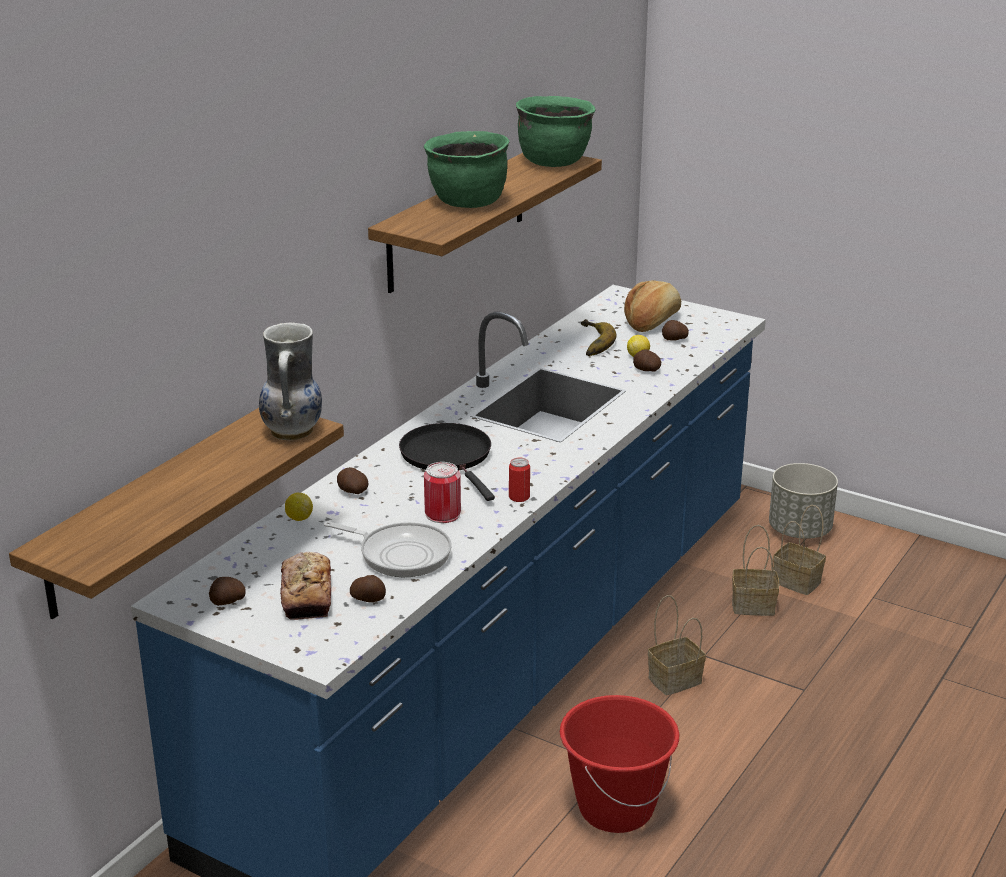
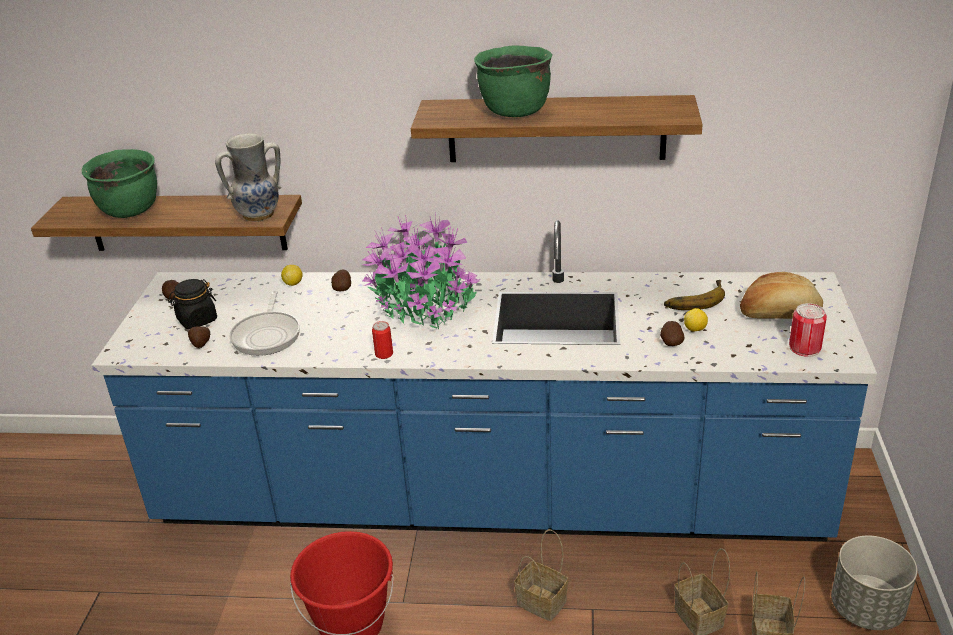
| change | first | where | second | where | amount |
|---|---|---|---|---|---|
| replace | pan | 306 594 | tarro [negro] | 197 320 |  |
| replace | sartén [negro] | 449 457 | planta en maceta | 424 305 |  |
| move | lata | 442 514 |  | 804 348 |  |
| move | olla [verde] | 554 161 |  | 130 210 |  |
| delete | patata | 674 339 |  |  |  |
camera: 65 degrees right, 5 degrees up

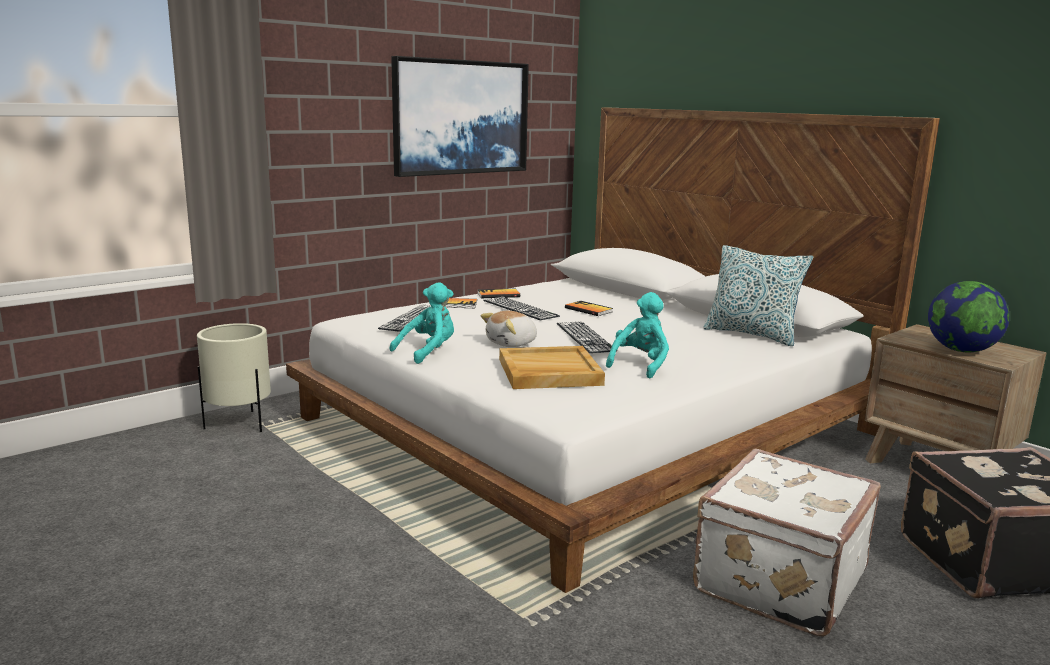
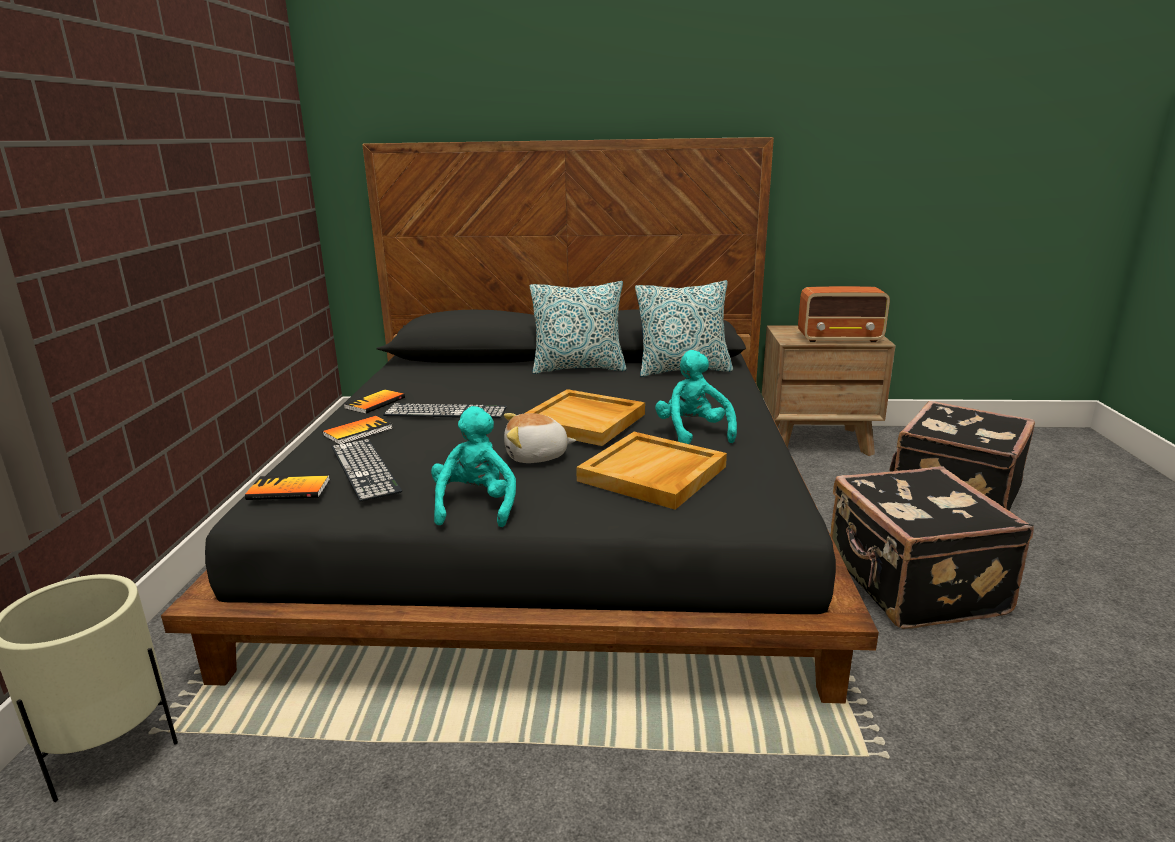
| change | first | where | second | where | amount |
|---|---|---|---|---|---|
| recolor | cama [blanco] | 587 425 | cama [negro] | 553 519 |  |
| delete | cuadro | 461 117 |  |  |  |
| rotate | peluche | 512 343 |  | 536 456 | 75 degrees clockwise |
| replace | teclado | 585 337 | bandeja [beis] | 584 421 |  |
| move | libro | 588 310 |  | 289 489 |  |
| recolor | maleta [blanco] | 776 580 | maleta [negro] | 911 585 |  |
| replace | globo terráqueo | 961 350 | radio | 840 339 |  |
| insert |  |  | cojín | 578 368 |  |
camera: 45 degrees left, 5 degrees up

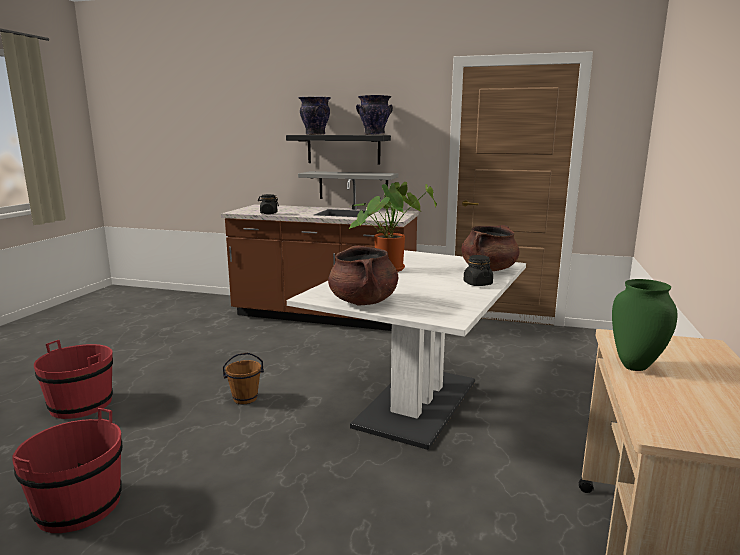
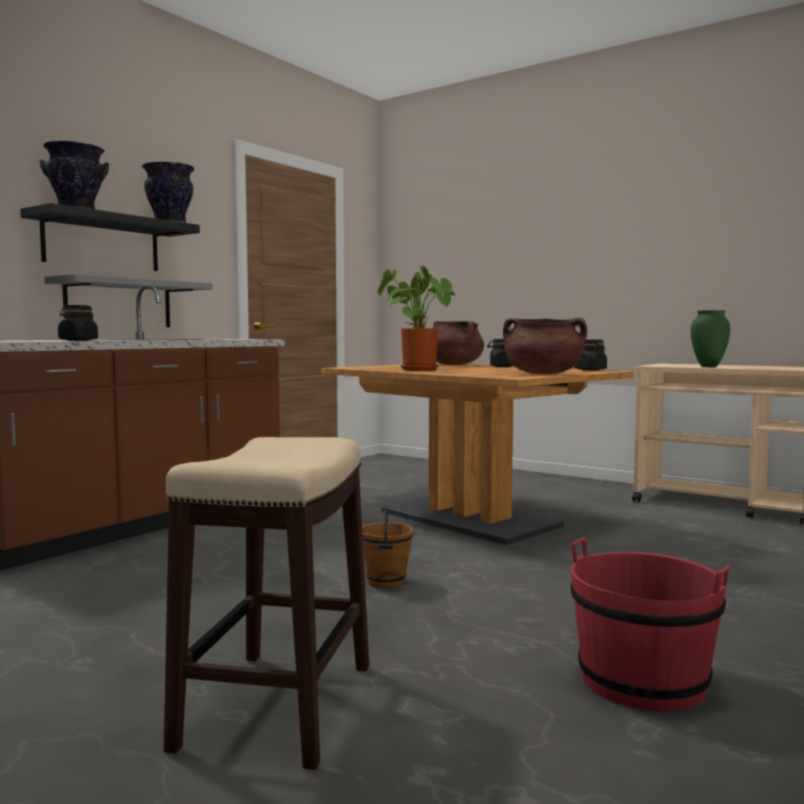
| change | first | where | second | where | amount |
|---|---|---|---|---|---|
| replace | cubo [rojo] | 81 404 | taburete | 278 704 |  |
| recolor | mesa de comedor [blanco] | 417 403 | mesa de comedor [marrón] | 469 519 |  |
| insert |  |  | tarro [negro] | 590 370 |  |
camera: 70 degrees left, 10 degrees down

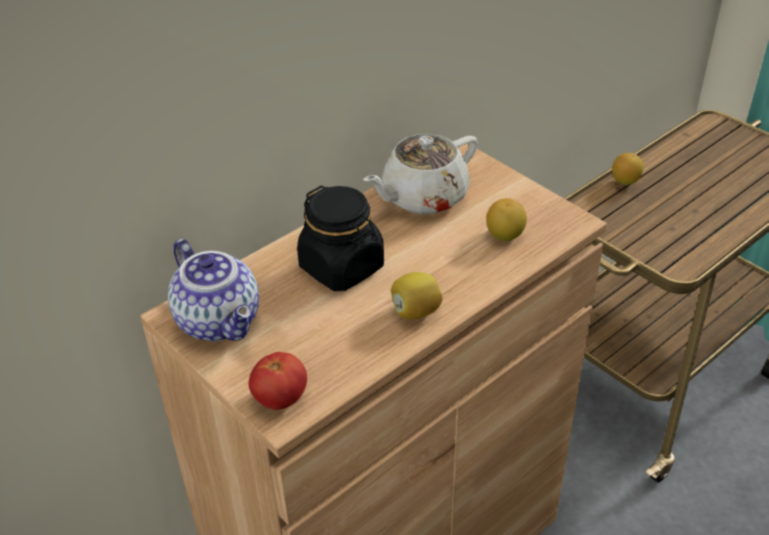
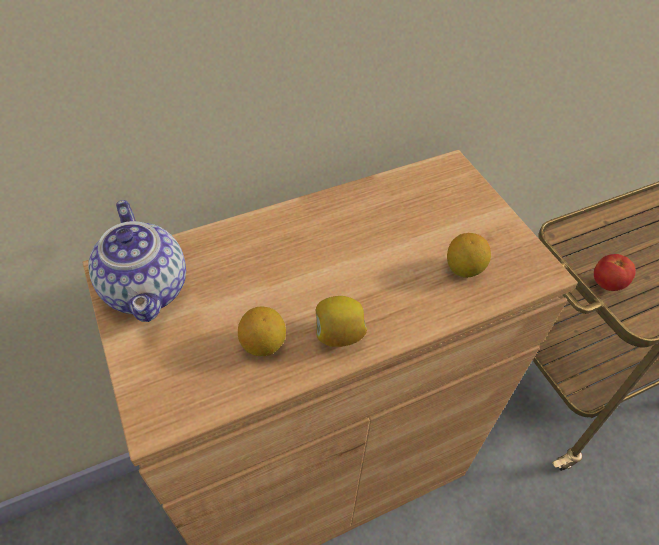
| change | first | where | second | where | amount |
|---|---|---|---|---|---|
| move | tomate | 280 398 |  | 606 283 |  |
| delete | tarro [negro] | 342 267 |  |  |  |
| delete | tetera [beis] | 423 197 |  |  |  |
| move | limón | 625 181 |  | 263 344 |  |
camera: 15 degrees right, 10 degrees up

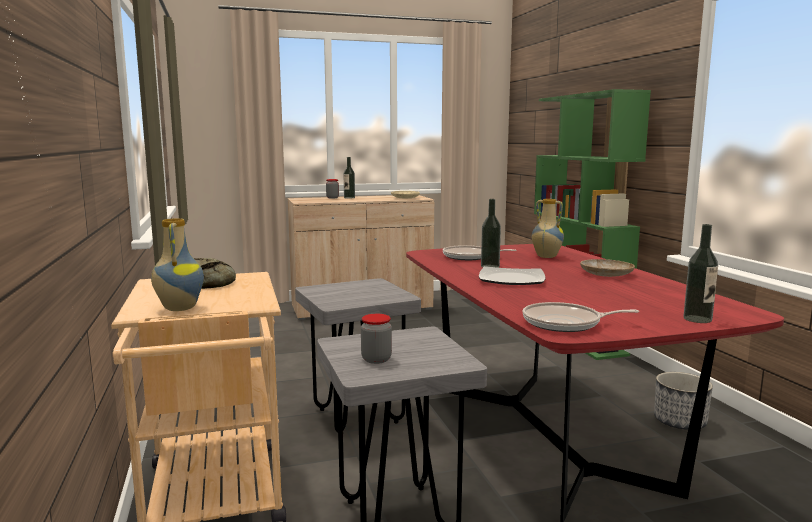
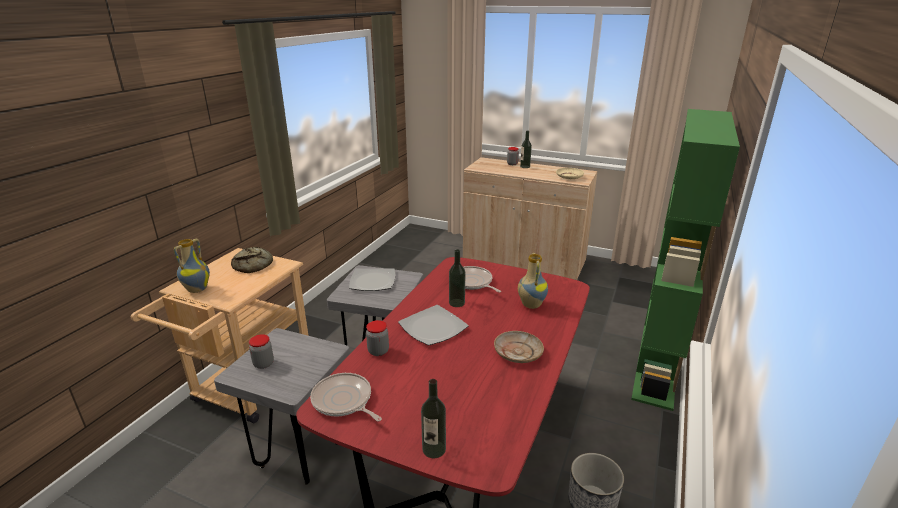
| change | first | where | second | where | amount |
|---|---|---|---|---|---|
| insert |  |  | plato | 372 281 |  |
| insert |  |  | tarro | 378 351 |  |
camera: 40 degrees right, 15 degrees up

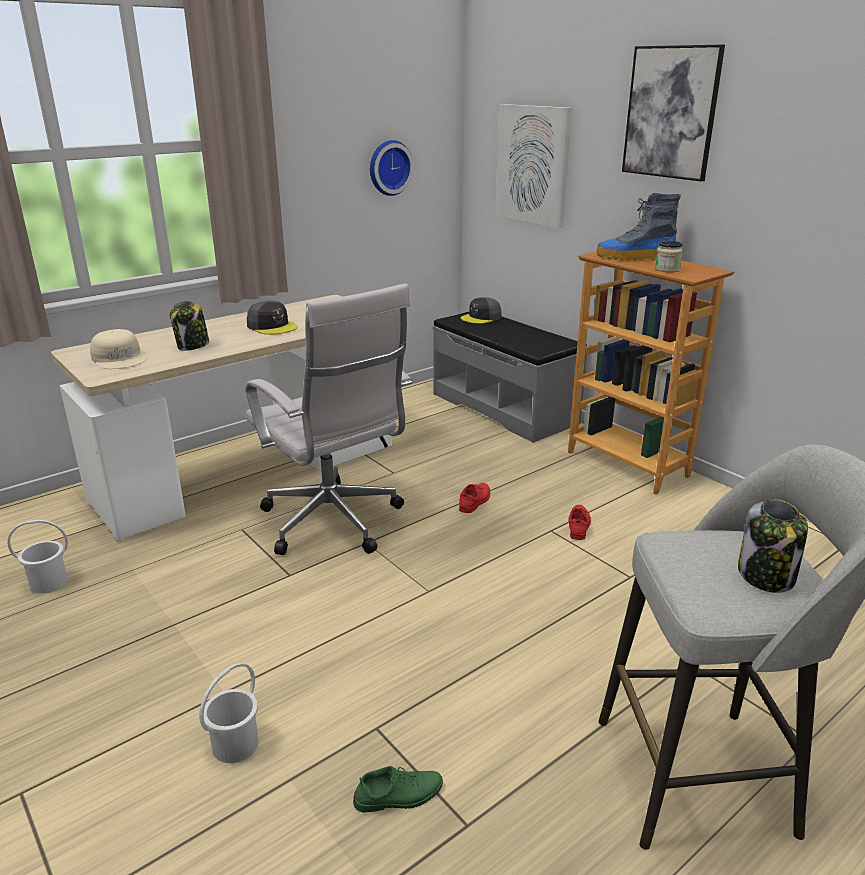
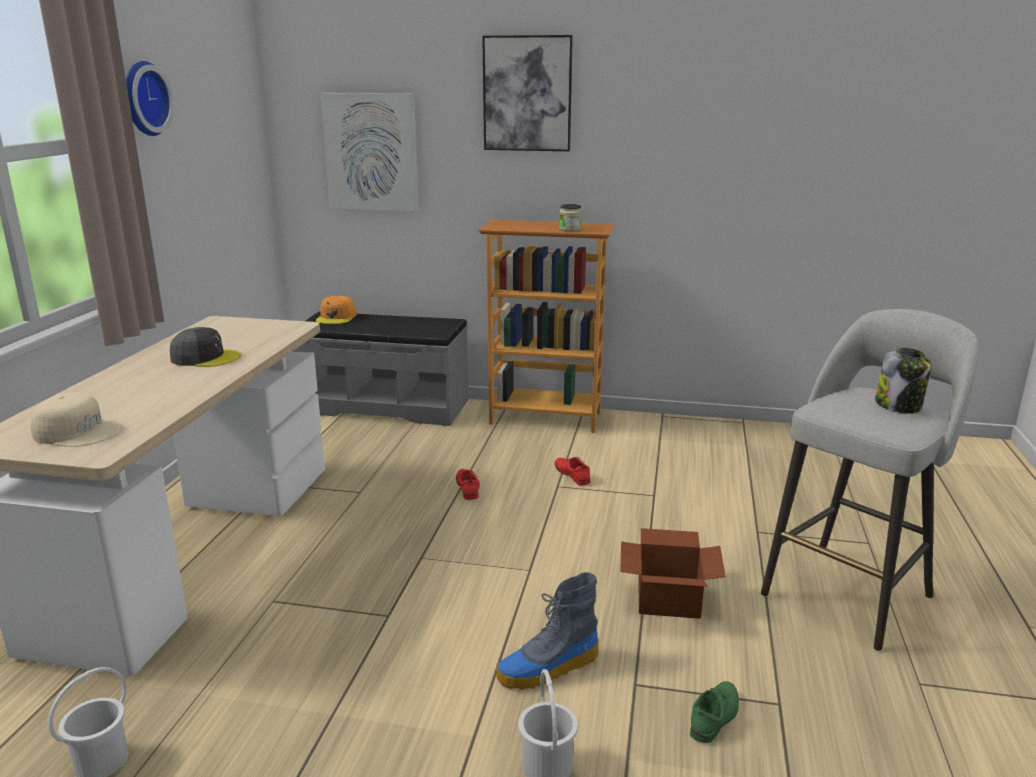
| change | first | where | second | where | amount |
|---|---|---|---|---|---|
| delete | tarro | 193 346 |  |  |  |
| delete | silla de oficina [blanco] | 335 524 |  |  |  |
| move | reloj de pared | 389 167 |  | 142 98 |  |
| recolor | gorra [gris] | 481 317 | gorra [naranja] | 336 317 |  |
| move | bota | 634 258 |  | 548 668 |  |
| insert |  |  | caja de cartón | 669 597 |  |
camera: 40 degrees left, 5 degrees down

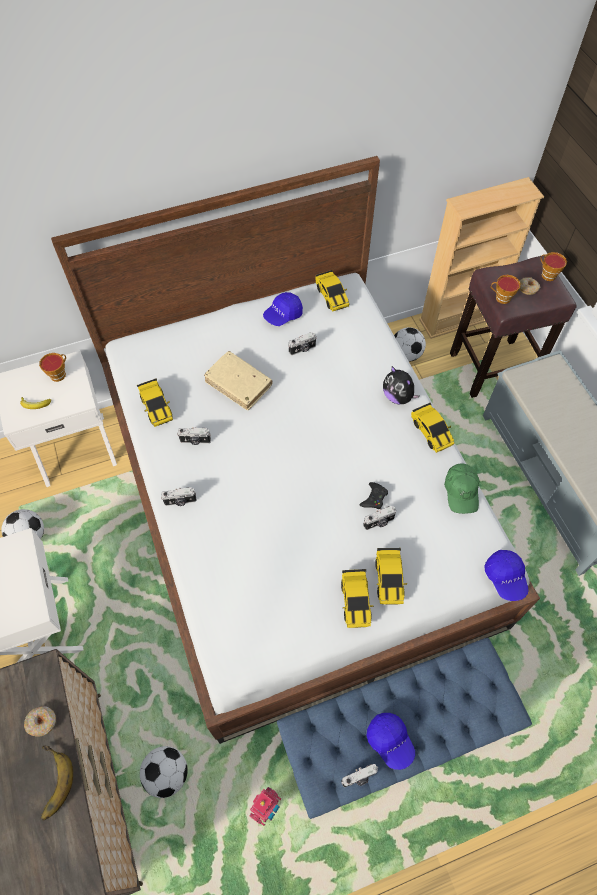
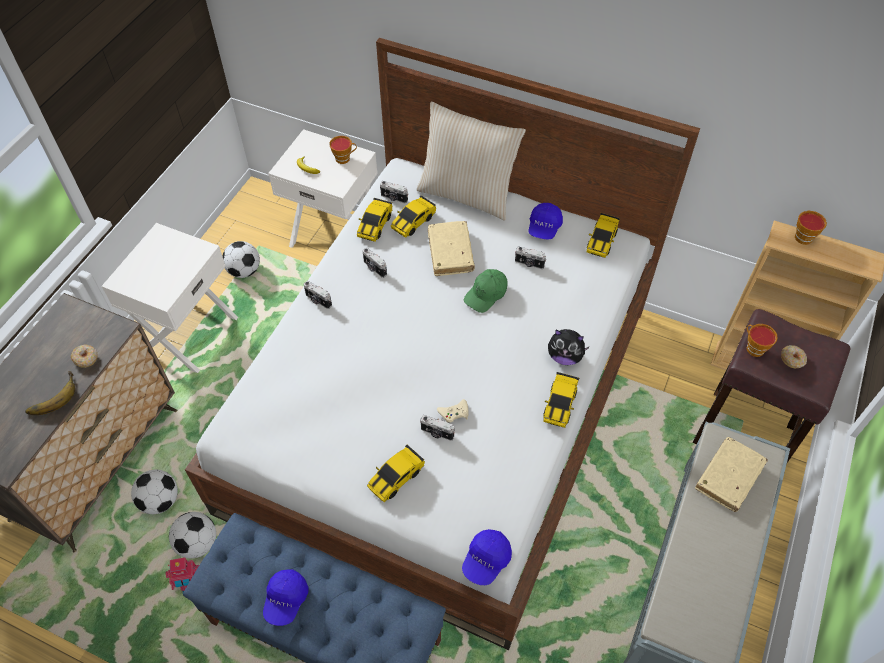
| change | first | where | second | where | amount |
|---|---|---|---|---|---|
| rotate | gorra [azul] | 283 315 |  | 544 228 | 75 degrees counterclockwise |
| move | coche de juguete | 355 601 |  | 413 222 |  |
| move | cámara | 359 778 |  | 394 198 |  |
| recolor | mando de consola [negro] | 374 498 | mando de consola [beis] | 454 413 |  |
| rotate | peluche | 398 396 |  | 565 356 | 75 degrees counterclockwise |
| move | balón de fútbol | 406 355 |  | 197 543 |  |
| move | gorra [verde] | 461 491 |  | 486 294 |  |
| move | taza | 547 274 |  | 802 236 |  |
| insert |  |  | cojín [beis] | 467 194 |  |
| insert |  |  | libro [beis] | 729 477 |  |
camera: 45 degrees right, 5 degrees down

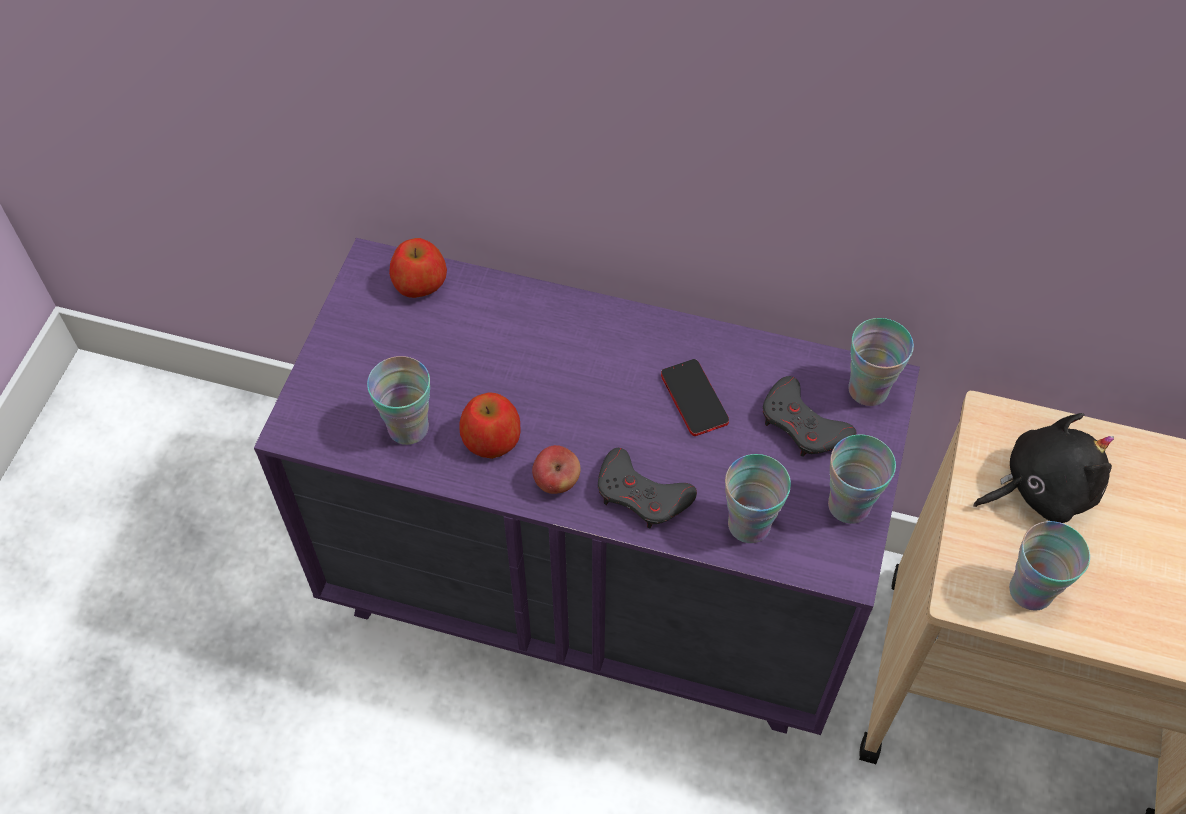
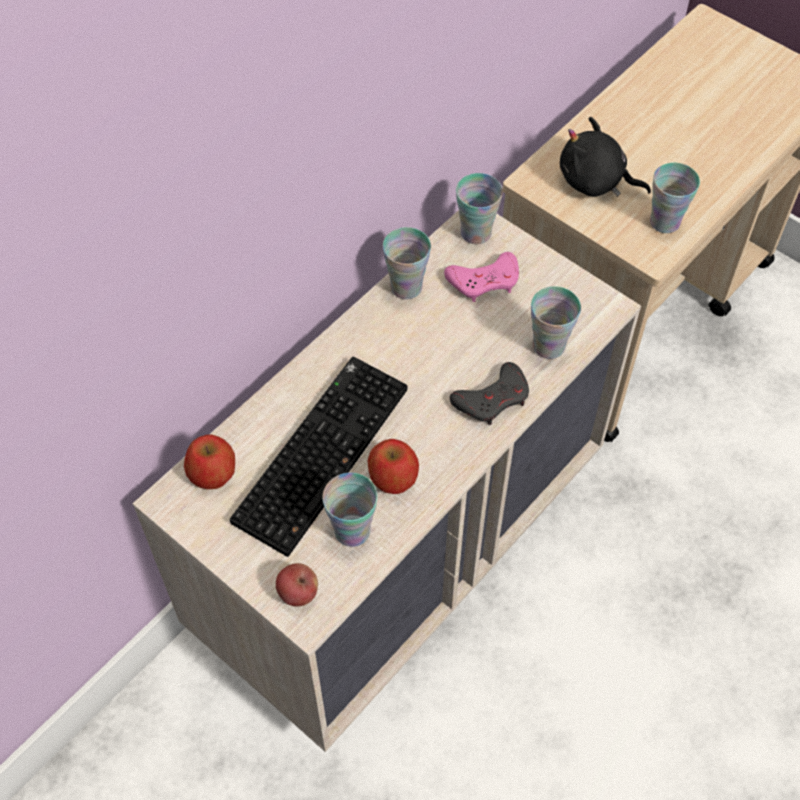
| change | first | where | second | where | amount |
|---|---|---|---|---|---|
| recolor | cómoda [morado] | 595 591 | cómoda [beis] | 401 553 |  |
| move | manzana | 556 481 |  | 298 593 |  |
| delete | móvil | 694 398 |  |  |  |
| recolor | mando de consola [gris] | 803 425 | mando de consola [rosa] | 484 281 |  |
| move | taza | 849 505 |  | 406 287 |  |
| rotate | peluche [negro] | 1041 488 |  | 595 182 | 75 degrees counterclockwise |
| insert |  |  | teclado | 320 451 |  |
camera: 65 degrees left, 0 degrees up

